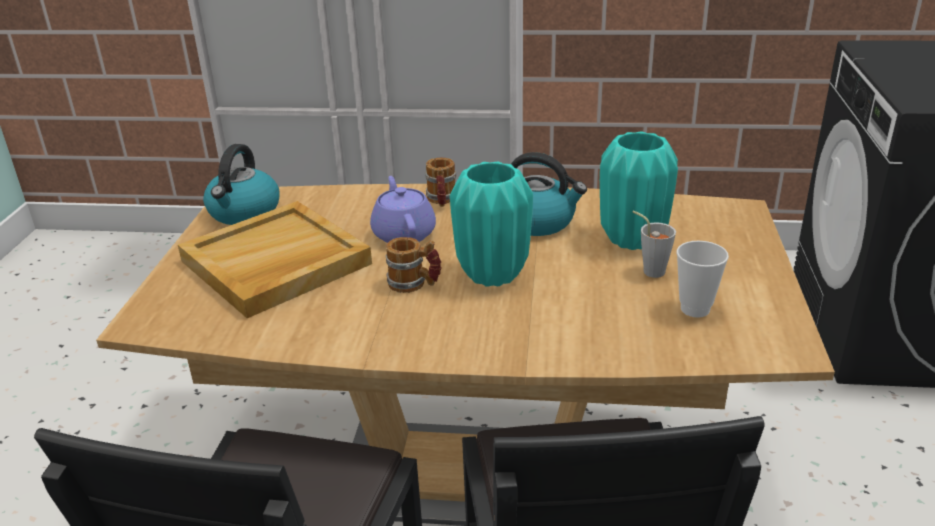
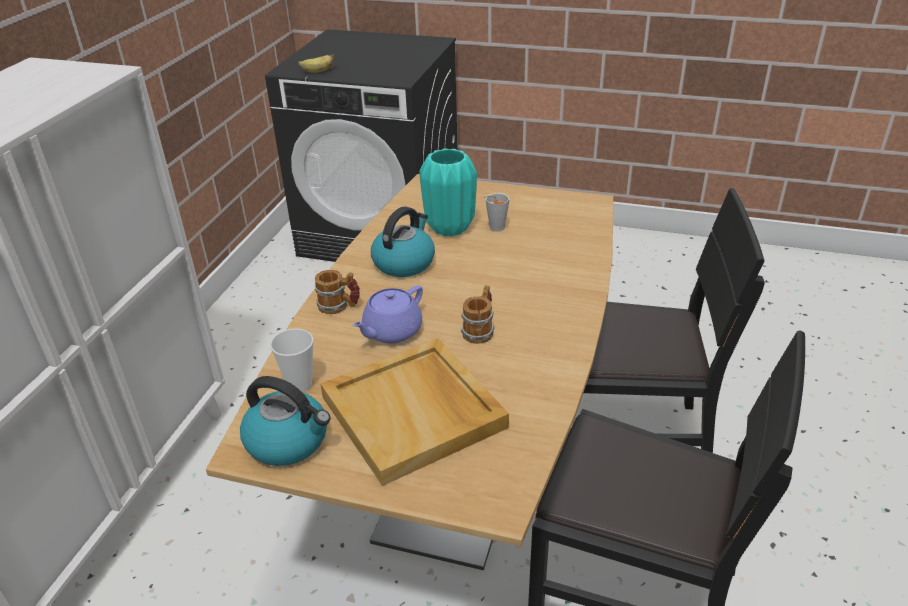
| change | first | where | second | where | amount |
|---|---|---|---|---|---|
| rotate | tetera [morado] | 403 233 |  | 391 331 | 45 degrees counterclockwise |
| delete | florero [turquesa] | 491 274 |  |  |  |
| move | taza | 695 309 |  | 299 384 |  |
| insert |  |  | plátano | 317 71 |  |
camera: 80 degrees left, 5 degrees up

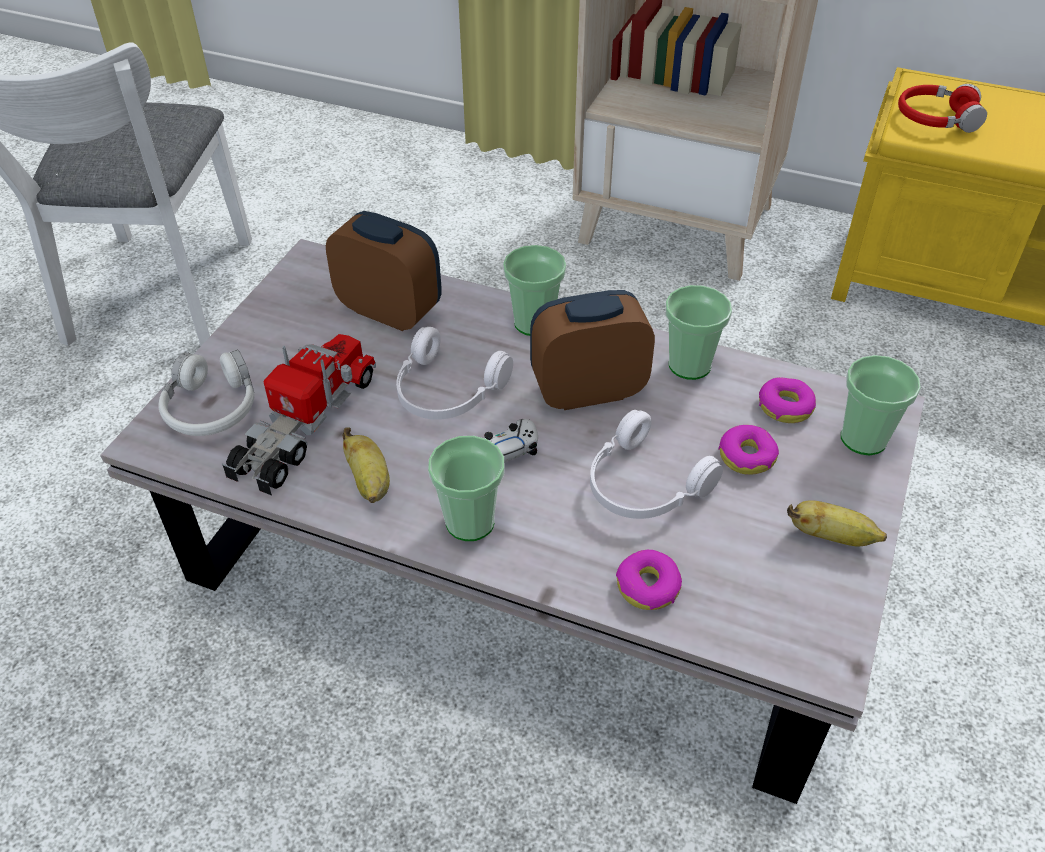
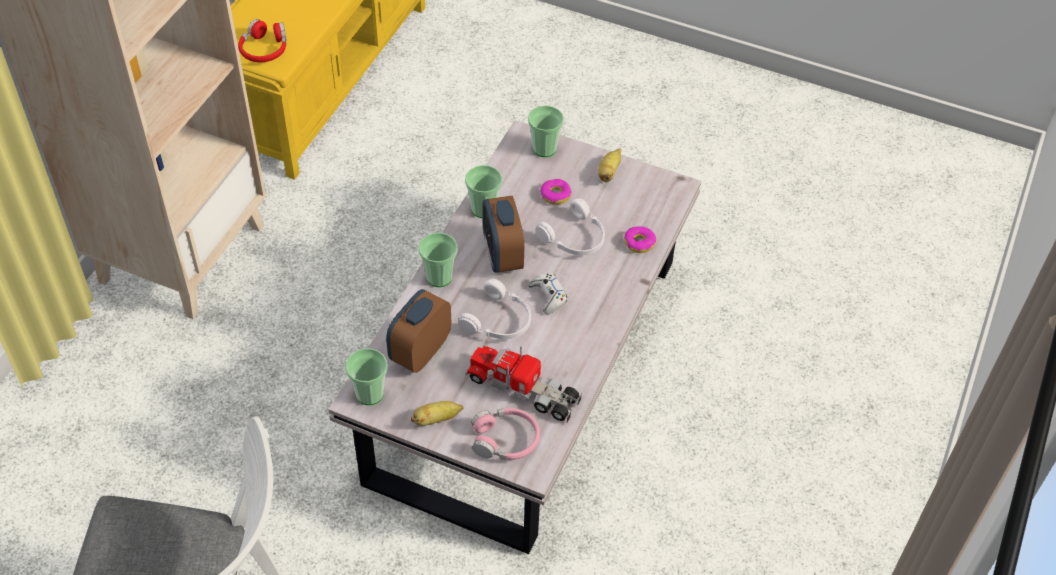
| change | first | where | second | where | amount |
|---|---|---|---|---|---|
| recolor | auriculares [blanco] | 212 407 | auriculares [rosa] | 505 440 |  |
| move | plátano | 369 482 |  | 437 419 |  |
| move | taza | 470 522 |  | 369 394 |  |
| delete | rosquilla | 785 406 |  |  |  |
camera: 90 degrees left, 5 degrees up

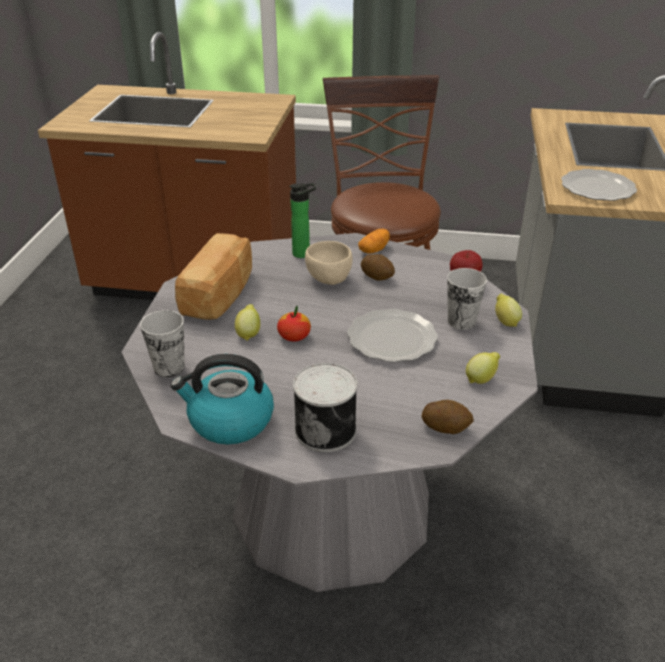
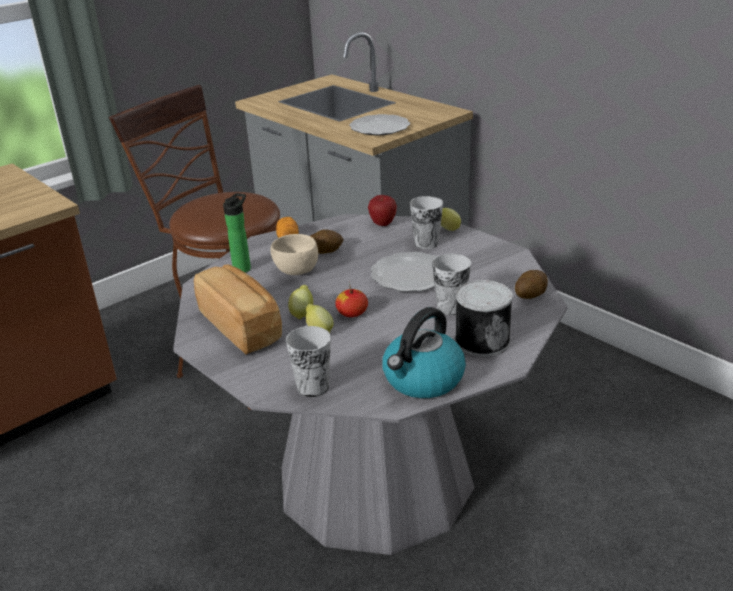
| change | first | where | second | where | amount |
|---|---|---|---|---|---|
| move | limón | 481 379 |  | 302 313 |  |
| insert |  |  | taza | 450 307 |  |
camera: 50 degrees left, 5 degrees down

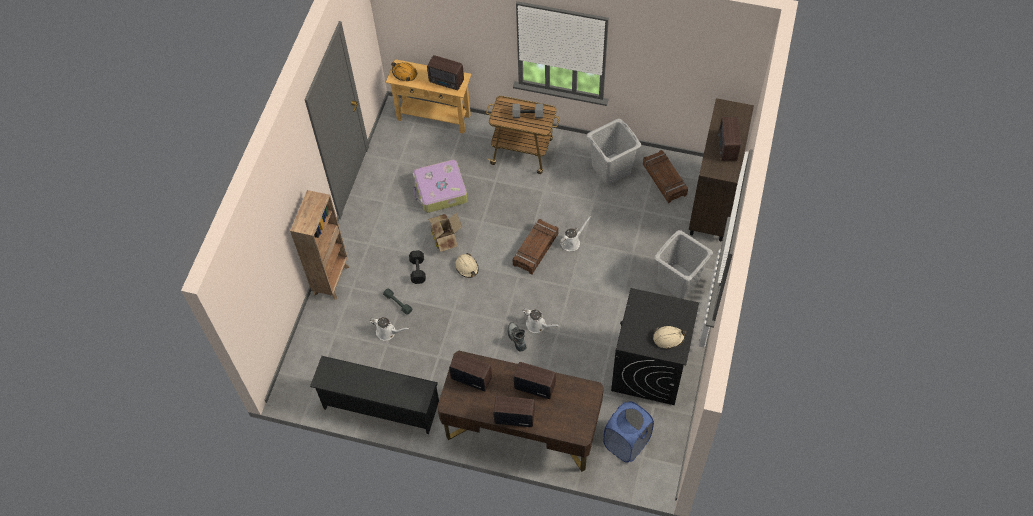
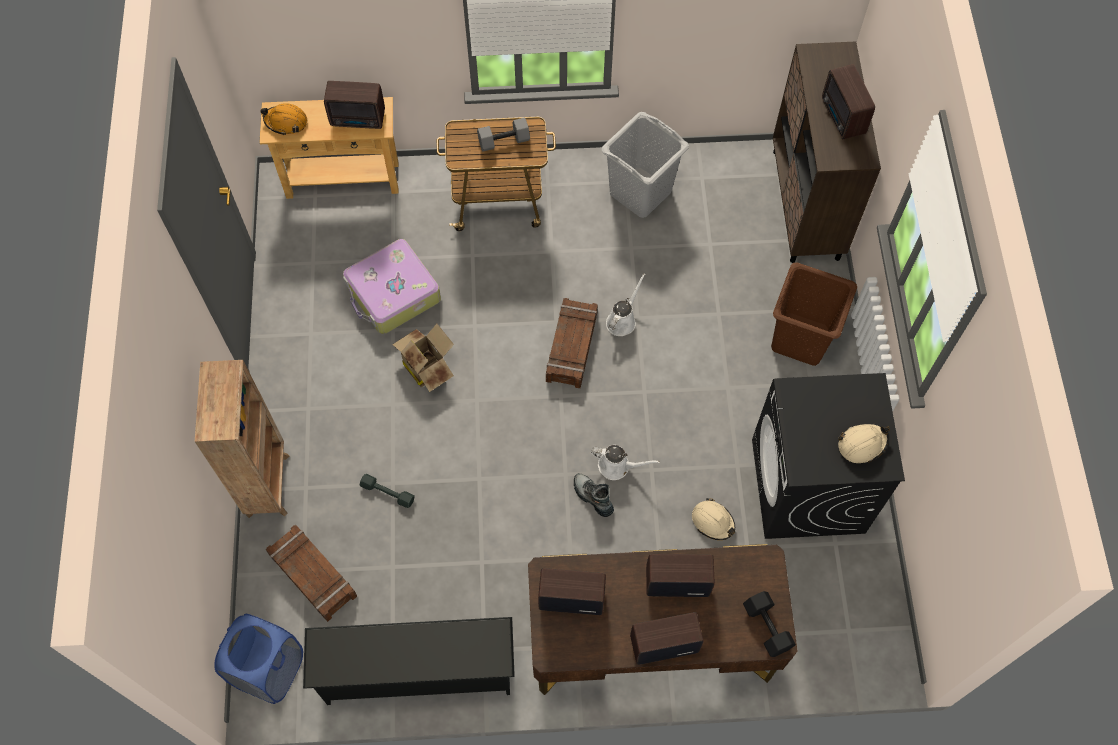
| change | first | where | second | where | amount |
|---|---|---|---|---|---|
| delete | regadera [blanco] | 388 332 |  |  |  |
| move | mancuerna [negro] | 417 270 |  | 766 627 |  |
| move | casco [beis] | 467 267 |  | 713 521 |  |
| move | cesto de la ropa [azul] | 626 443 |  | 269 670 |  |
| move | caja de embalaje | 665 179 |  | 313 575 |  |
| recolor | cesto de la ropa [gris] | 678 282 | cesto de la ropa [marrón] | 801 339 |  |
camera: 20 degrees left, 5 degrees up

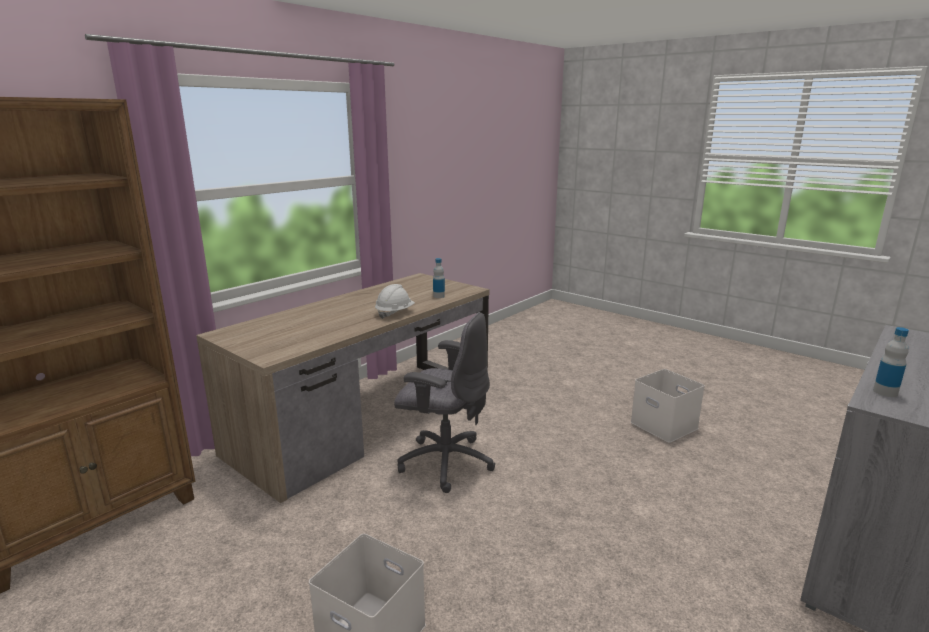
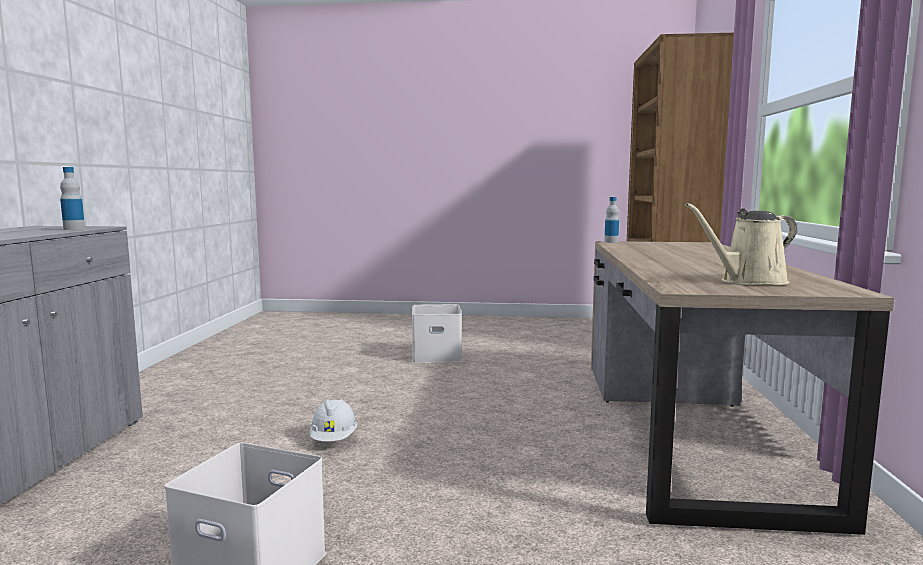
| change | first | where | second | where | amount |
|---|---|---|---|---|---|
| move | casco [blanco] | 395 313 |  | 334 439 |  |
| delete | silla de oficina [gris] | 445 462 |  |  |  |
| move | botella | 439 296 |  | 611 242 |  |
| insert |  |  | regadera [beis] | 748 281 |  |
camera: 145 degrees right, 10 degrees down

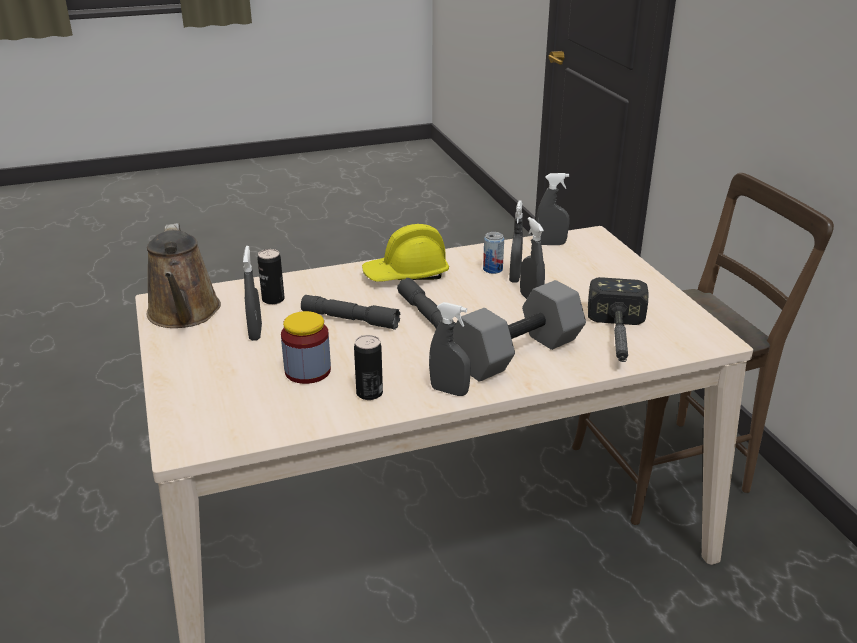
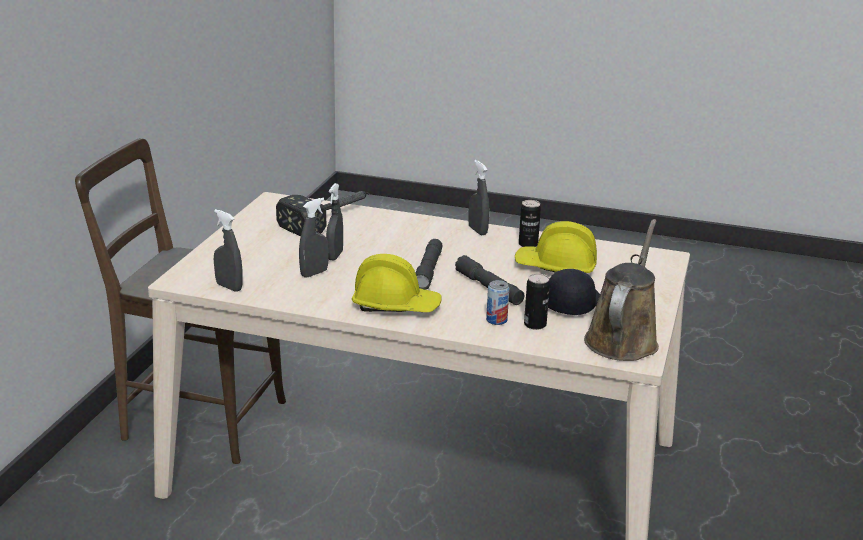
| change | first | where | second | where | amount |
|---|---|---|---|---|---|
| replace | pulverizador [gris] | 255 333 | gorra [negro] | 572 303 |  |
| replace | tarro | 307 371 | casco [amarillo] | 556 267 |  |
| delete | mancuerna [gris] | 517 355 |  |  |  |
| move | lata | 492 269 |  | 496 320 |  |
camera: 145 degrees left, 5 degrees down

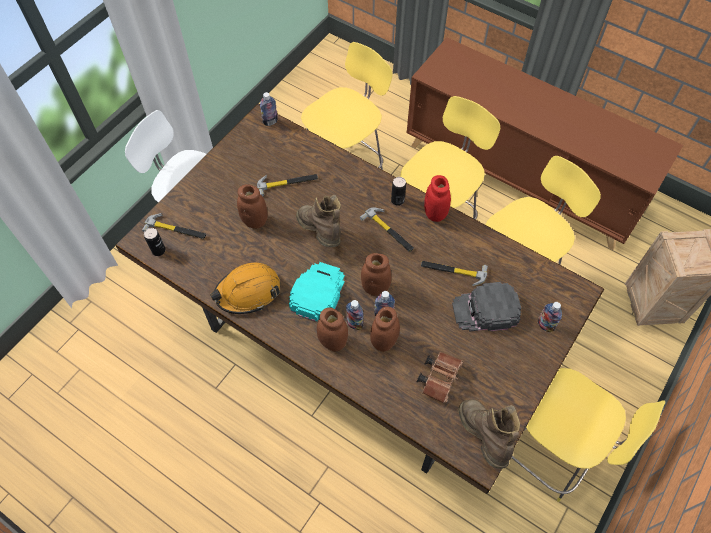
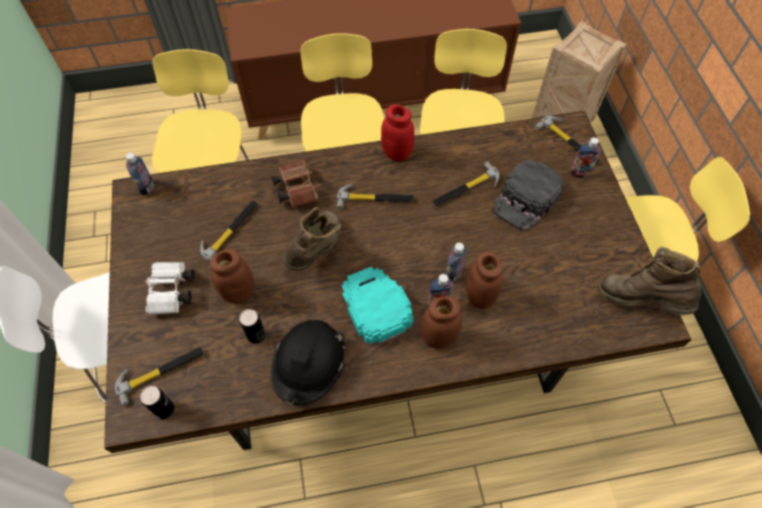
| change | first | where | second | where | amount |
|---|---|---|---|---|---|
| recolor | casco [naranja] | 248 292 | casco [negro] | 308 364 |  |
| rotate | bota [marrón] | 321 233 |  | 317 250 | 105 degrees clockwise |
| delete | tarro [marrón] | 375 287 |  |  |  |
| move | lata | 397 200 |  | 256 335 |  |
| move | prismáticos [marrón] | 439 377 |  | 295 188 |  |
| insert |  |  | prismáticos [blanco] | 172 293 |  |
| insert |  |  | martillo | 569 142 |  |
camera: 45 degrees left, 0 degrees up

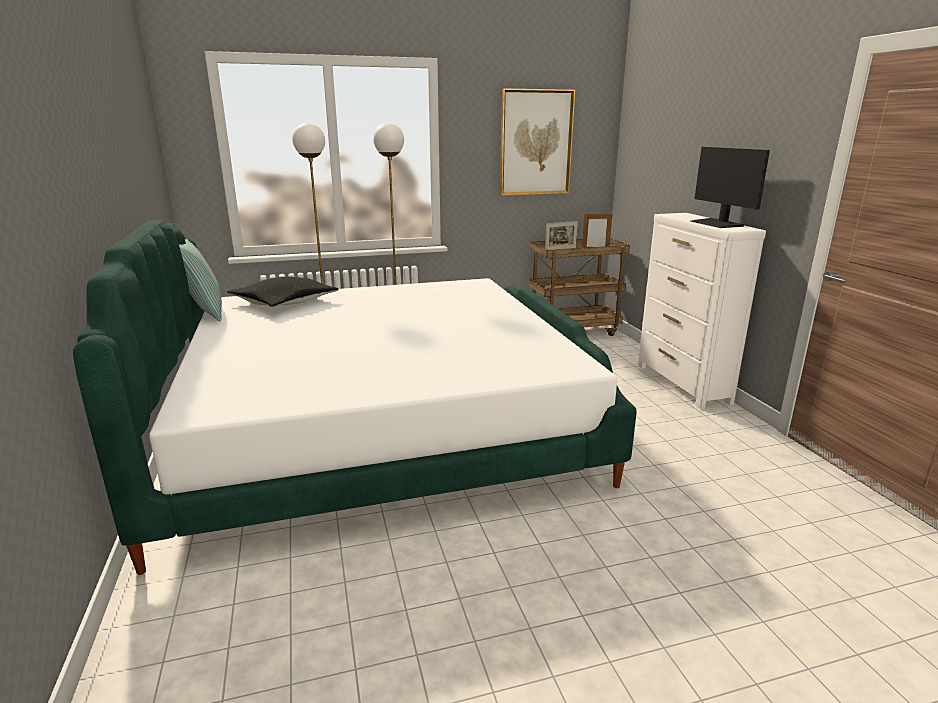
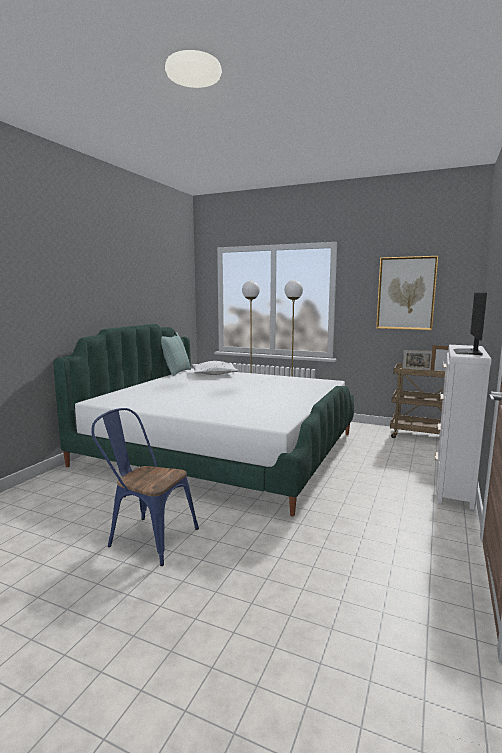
| change | first | where | second | where | amount |
|---|---|---|---|---|---|
| recolor | cojín [negro] | 284 302 | cojín [blanco] | 214 374 |  |
| insert |  |  | silla [azul] | 147 537 |  |
camera: 40 degrees right, 10 degrees down

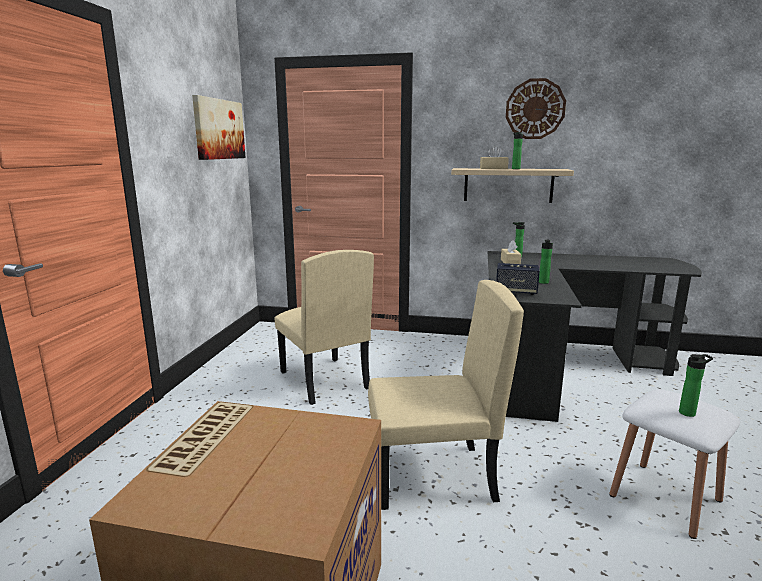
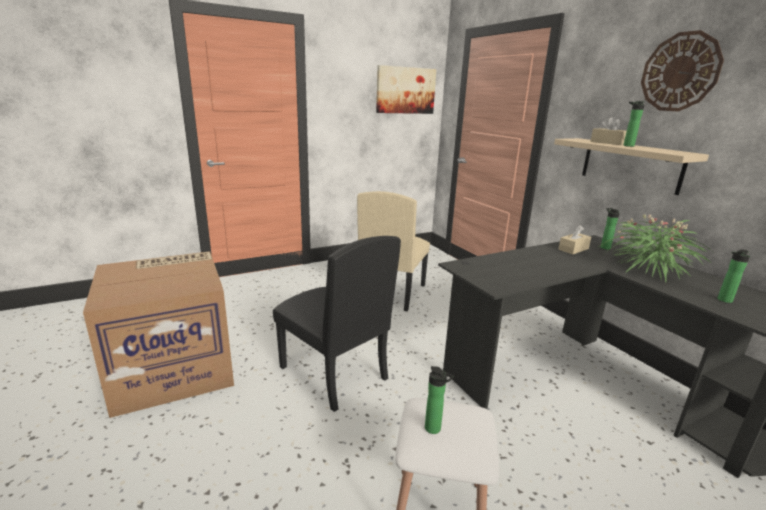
| change | first | where | second | where | amount |
|---|---|---|---|---|---|
| recolor | silla [beis] | 432 476 | silla [negro] | 333 373 |  |
| delete | altavoz | 516 292 |  |  |  |
| move | botella | 543 283 |  | 723 300 |  |
| insert |  |  | planta en maceta | 648 269 |  |
camera: 50 degrees right, 5 degrees up

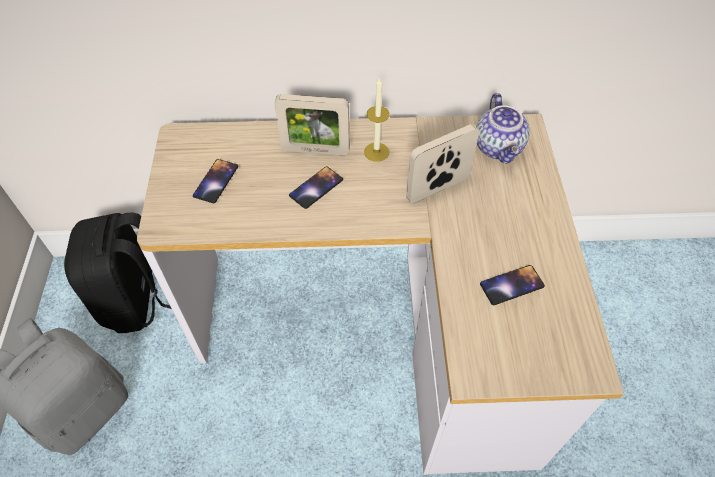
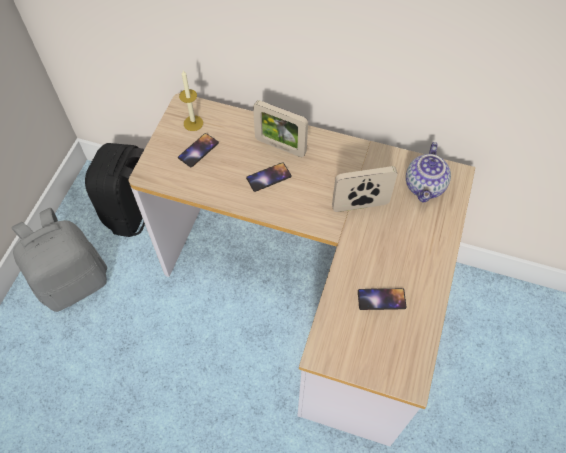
| change | first | where | second | where | amount |
|---|---|---|---|---|---|
| move | vela | 376 152 |  | 193 123 |  |
camera: 20 degrees right, 5 degrees up

